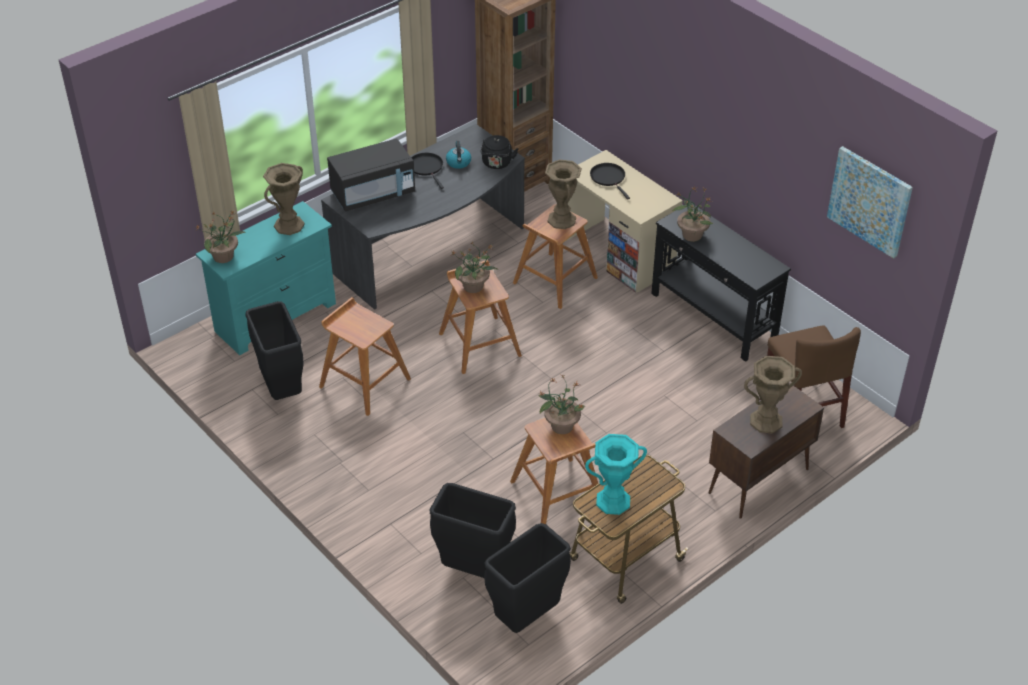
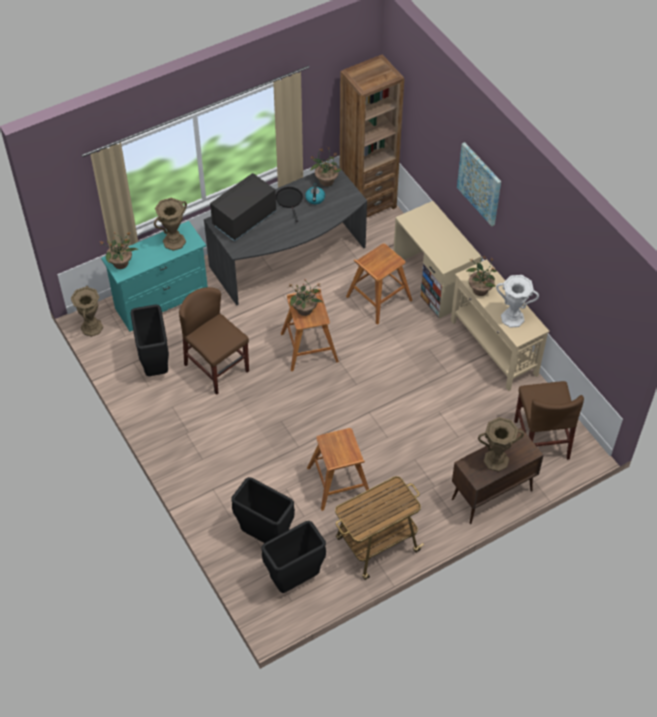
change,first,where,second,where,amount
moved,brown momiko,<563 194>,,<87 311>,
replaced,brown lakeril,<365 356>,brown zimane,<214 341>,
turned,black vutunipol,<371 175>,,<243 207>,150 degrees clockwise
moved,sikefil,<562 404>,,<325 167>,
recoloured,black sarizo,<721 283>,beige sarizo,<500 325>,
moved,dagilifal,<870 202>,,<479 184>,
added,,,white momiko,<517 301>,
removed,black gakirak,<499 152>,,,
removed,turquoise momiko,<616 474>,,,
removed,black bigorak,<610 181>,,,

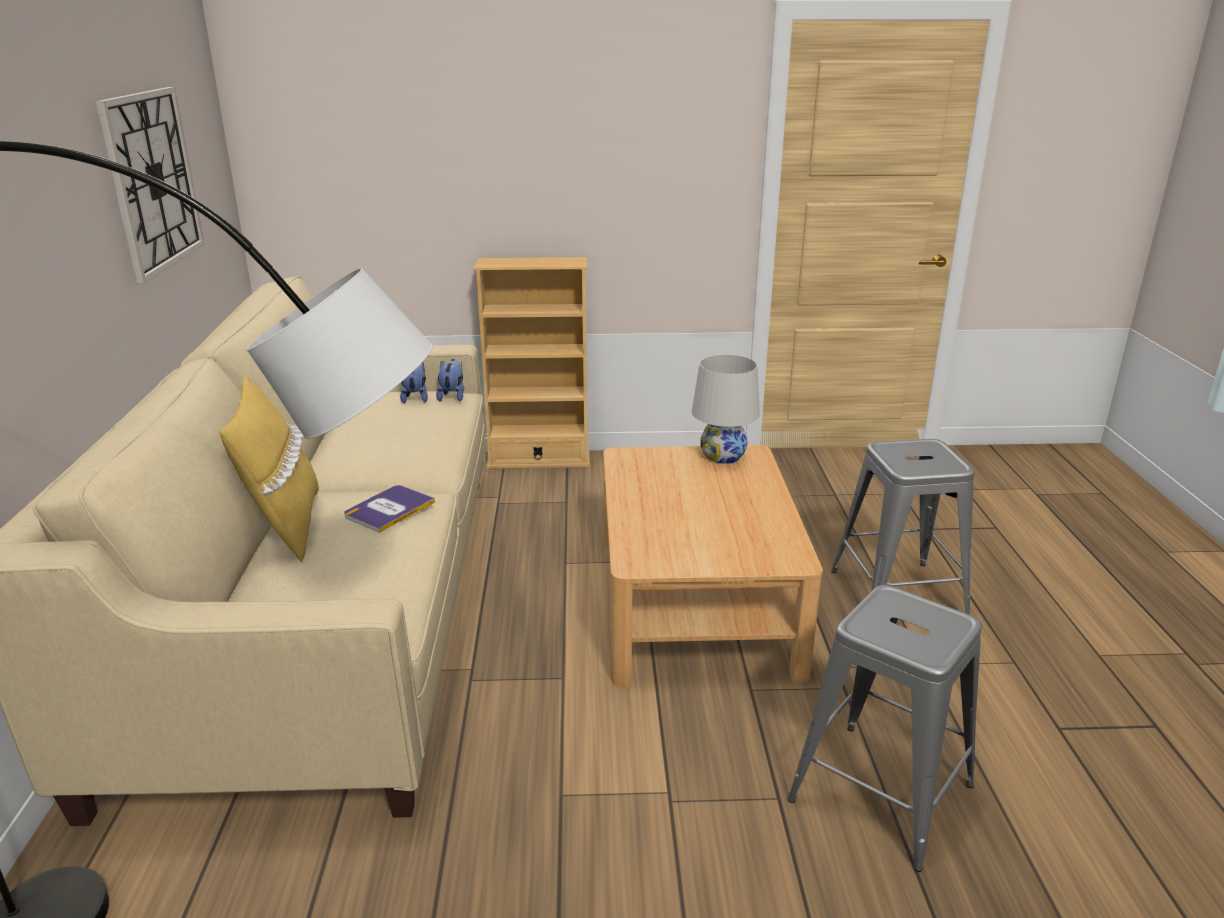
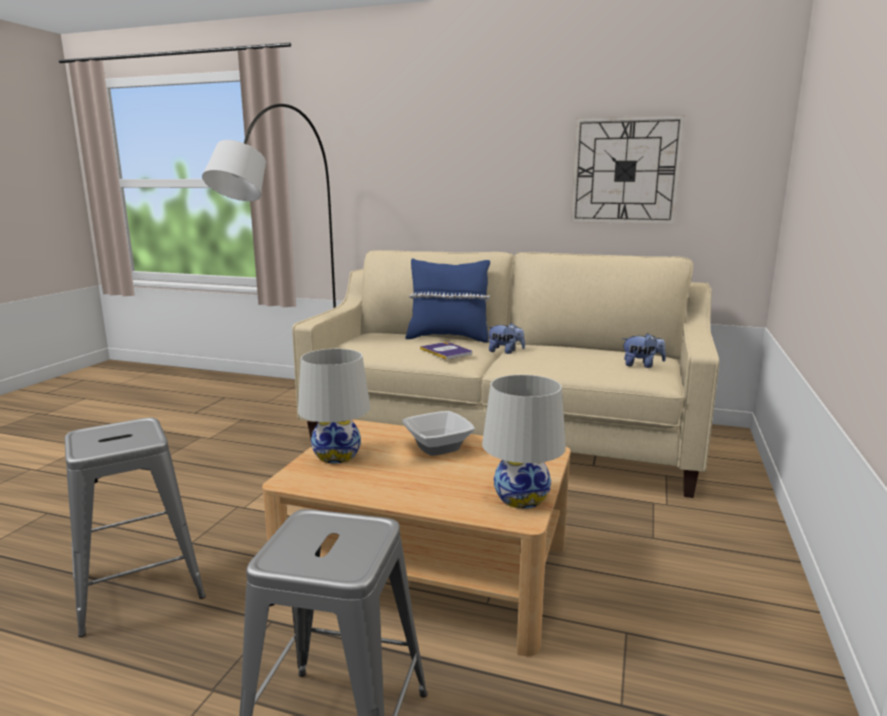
change,first,where,second,where,amount
added,,,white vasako,<334 406>,
added,,,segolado,<438 433>,
recoloured,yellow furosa,<269 468>,blue furosa,<448 300>,
moved,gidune,<450 380>,,<506 338>,
removed,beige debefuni,<532 363>,,,

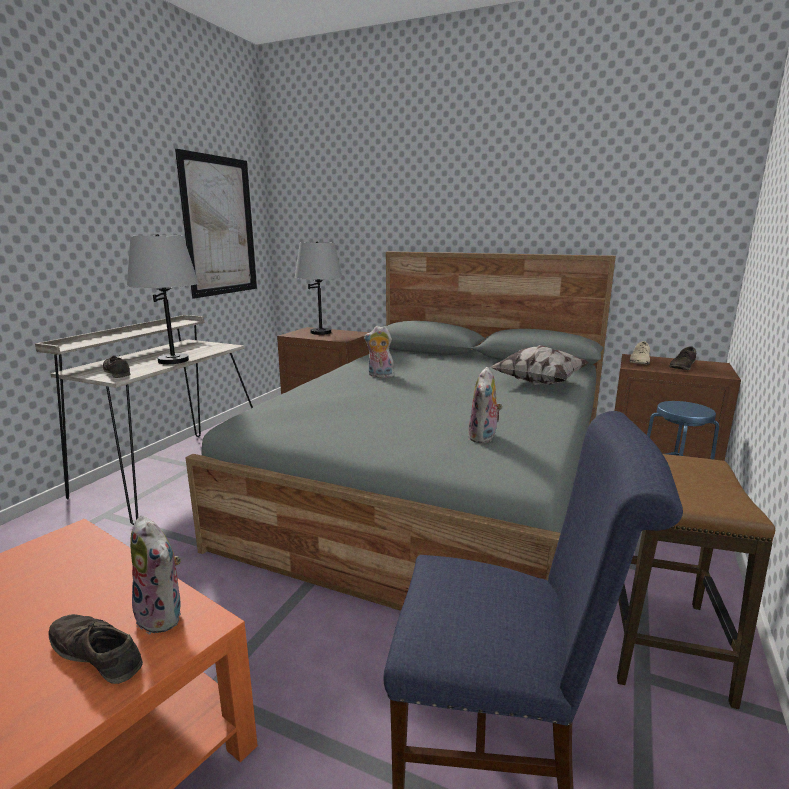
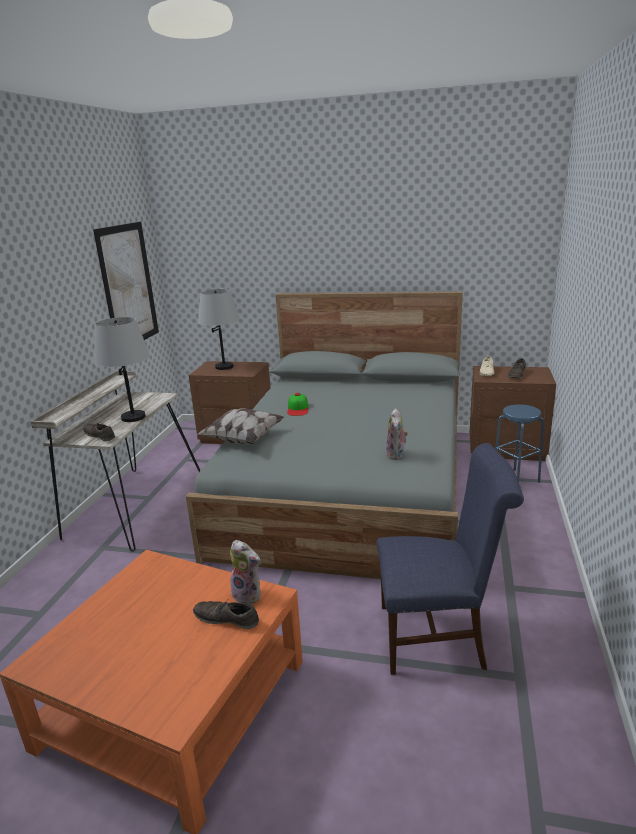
change,first,where,second,where,amount
moved,furosa,<539 365>,,<241 426>,
replaced,gidune,<379 352>,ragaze,<297 404>,
removed,lakeril,<696 581>,,,

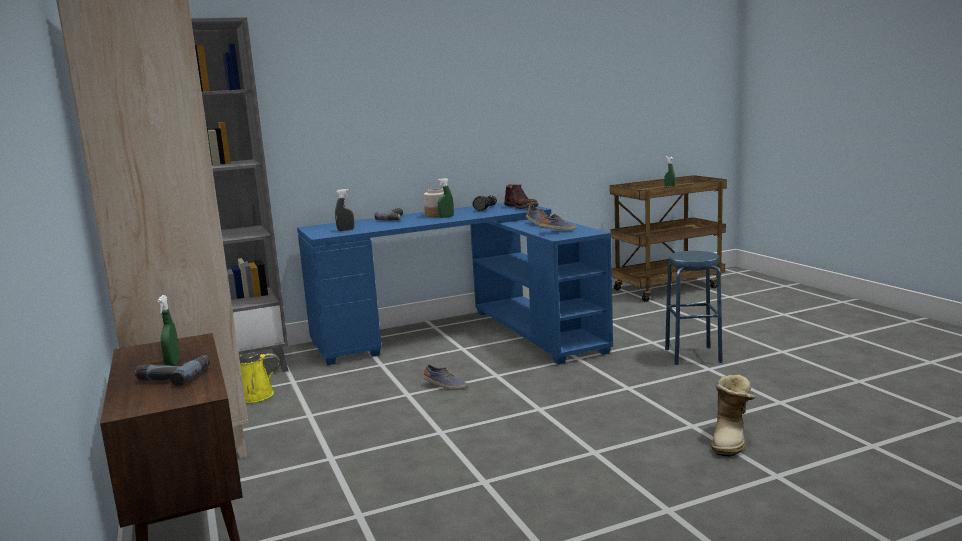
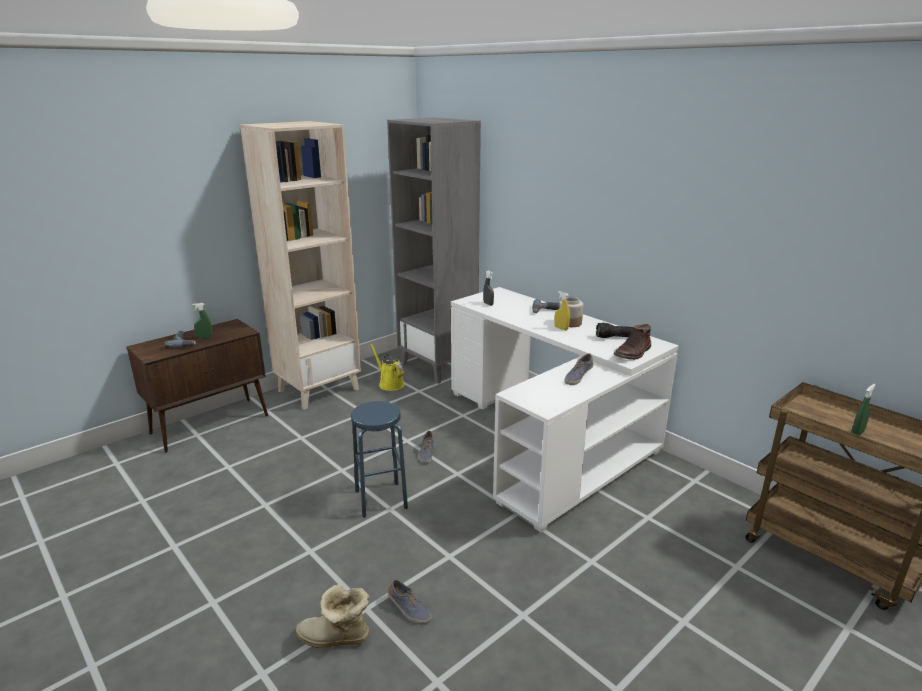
change,first,where,second,where,amount
moved,blue lakeril,<694 308>,,<379 459>,
moved,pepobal,<558 222>,,<410 602>,
recoloured,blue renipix,<455 283>,white renipix,<565 409>,
recoloured,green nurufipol,<446 198>,yellow nurufipol,<562 310>,

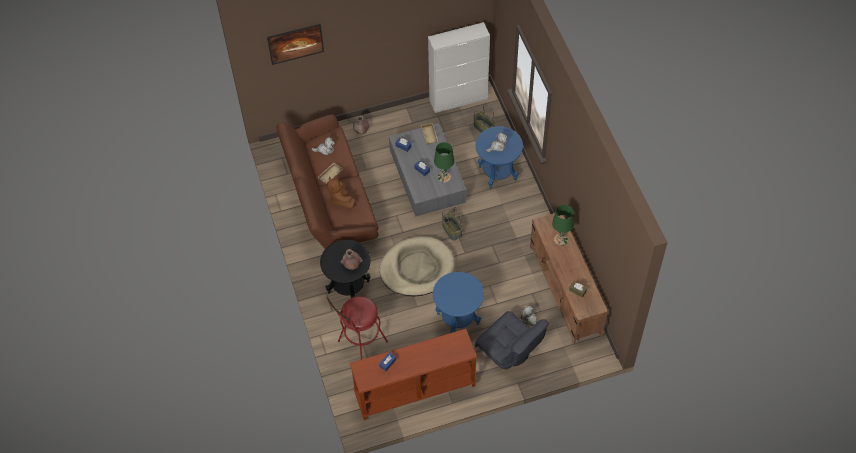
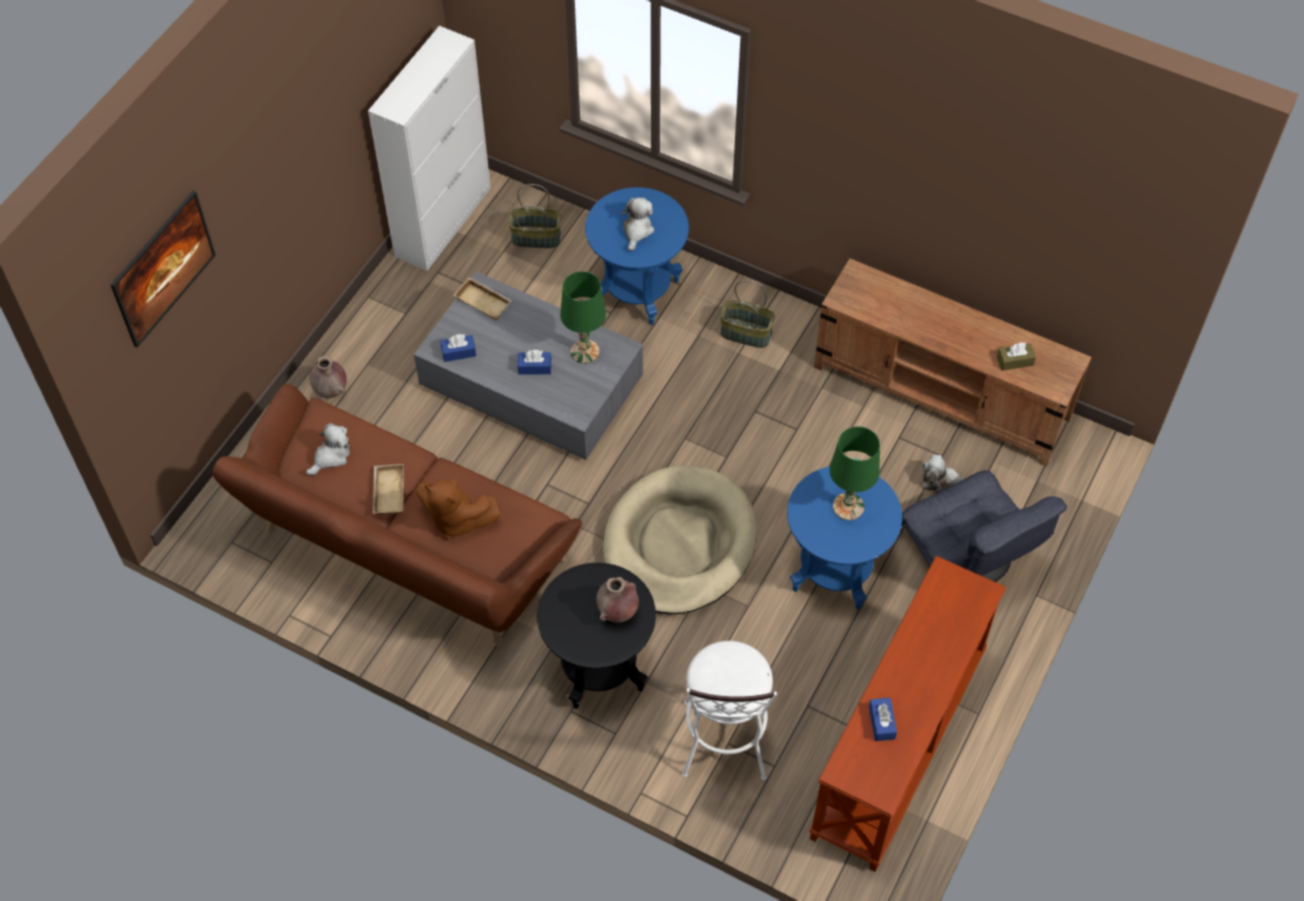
change,first,where,second,where,amount
recoloured,red lakeril,<357 328>,white lakeril,<729 710>,
moved,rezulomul,<452 224>,,<747 314>,
moved,green vasako,<563 225>,,<855 473>,
turned,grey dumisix,<512 340>,,<984 526>,60 degrees clockwise

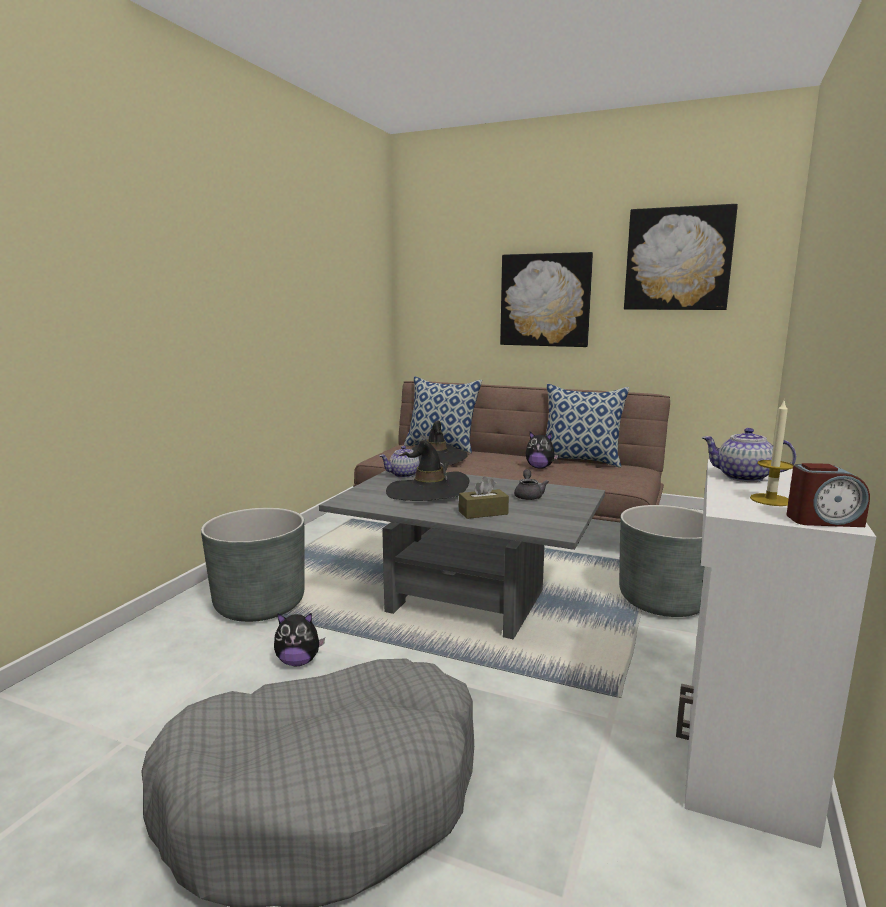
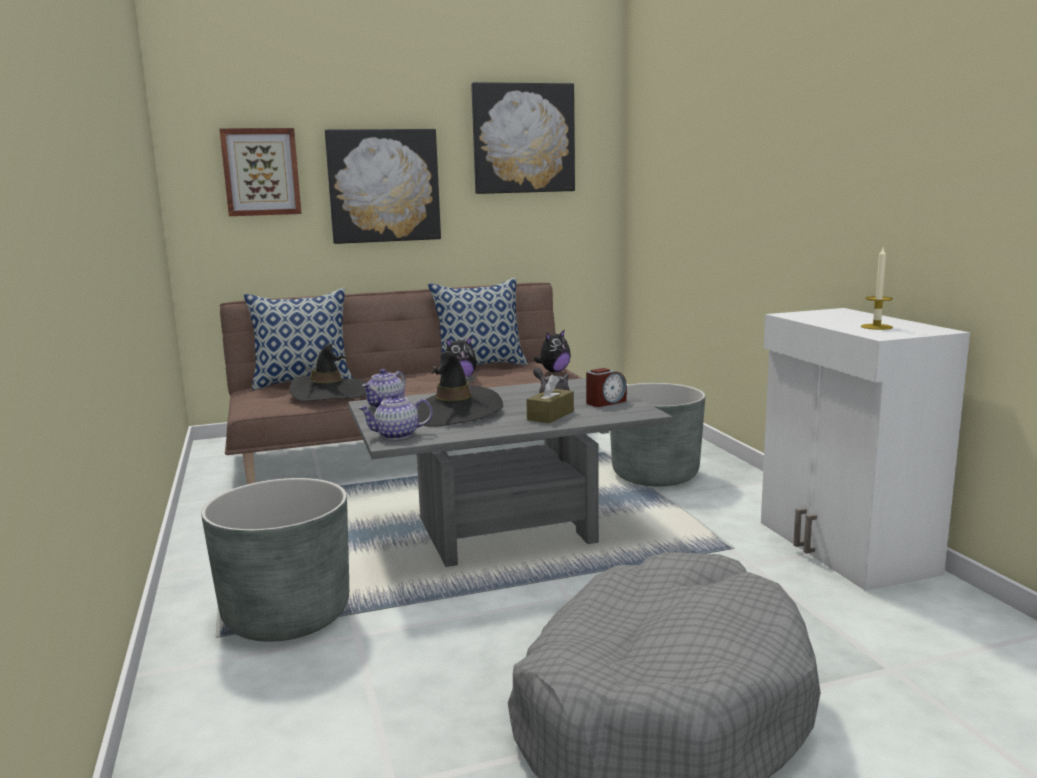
change,first,where,second,where,amount
added,,,dagilifal,<260 172>,
moved,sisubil,<749 455>,,<395 416>,
moved,gidune,<299 640>,,<552 350>,
moved,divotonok,<828 495>,,<606 387>,

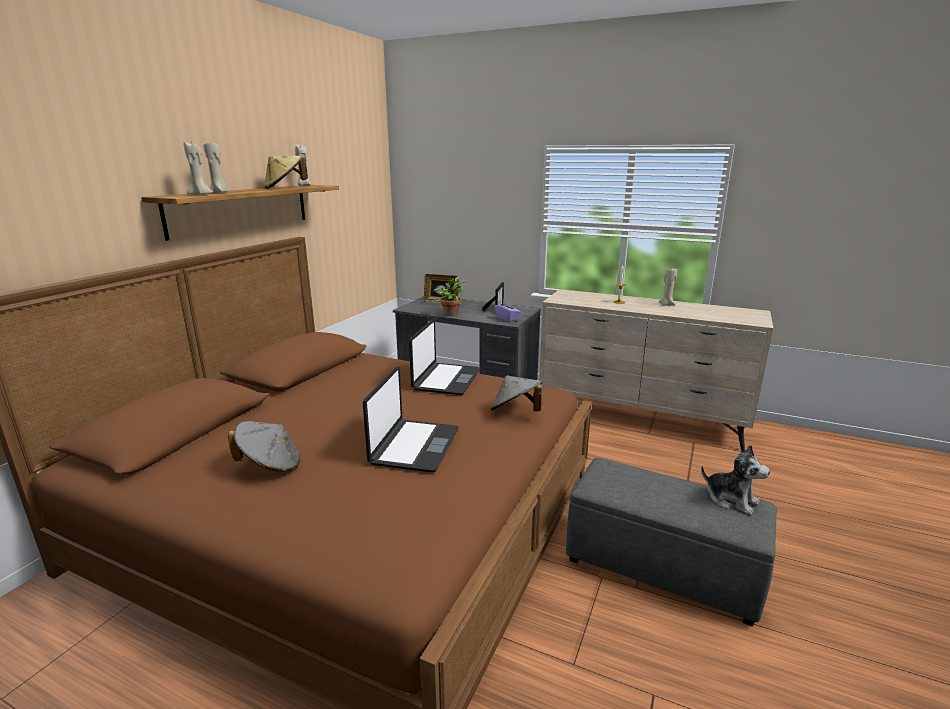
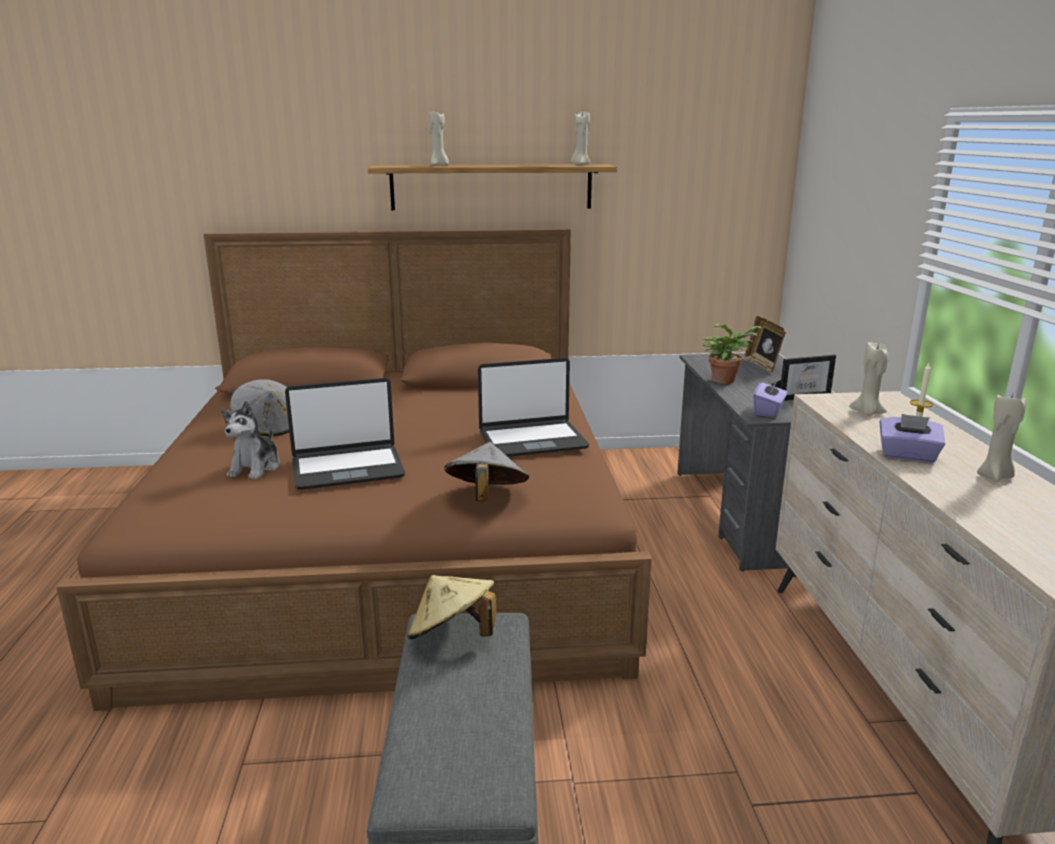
change,first,where,second,where,amount
moved,gidune,<735 480>,,<251 440>,
moved,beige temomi,<286 172>,,<451 607>,
moved,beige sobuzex,<198 167>,,<868 379>,
added,,,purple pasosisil,<912 438>,

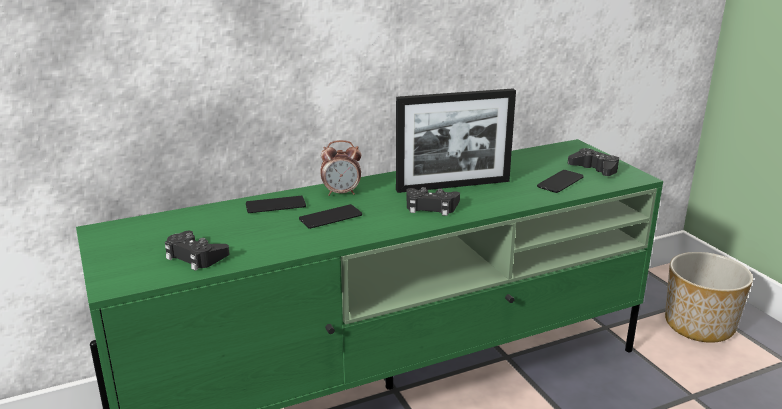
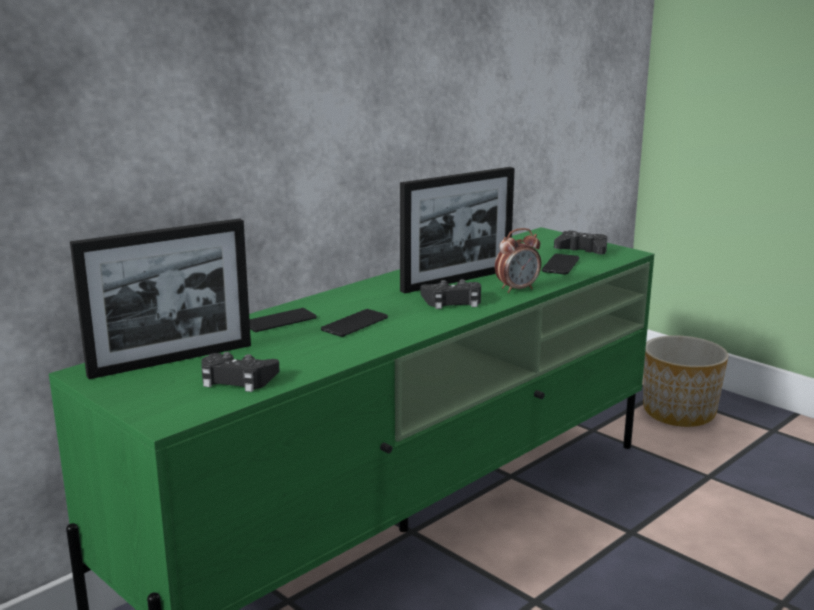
change,first,where,second,where,amount
added,,,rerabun,<160 298>,
moved,divotonok,<340 168>,,<518 260>,

